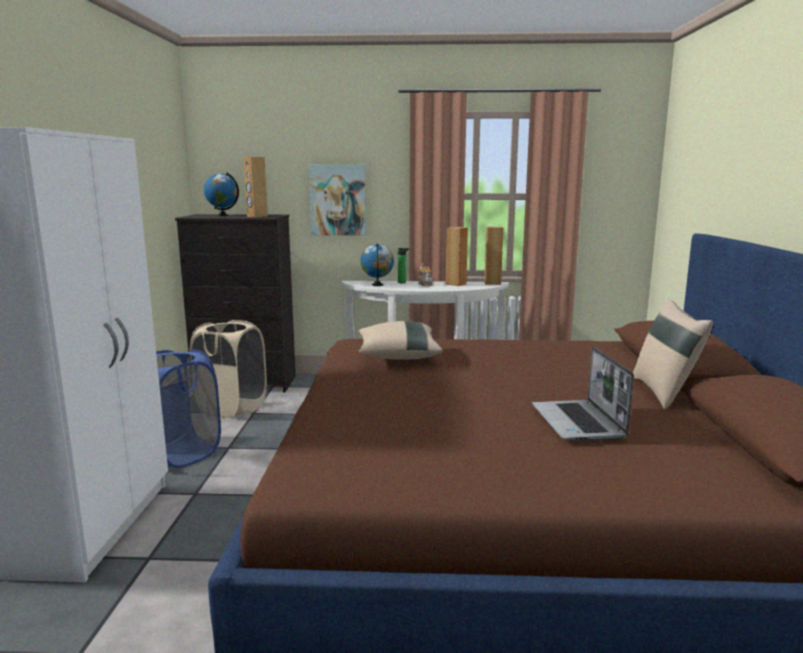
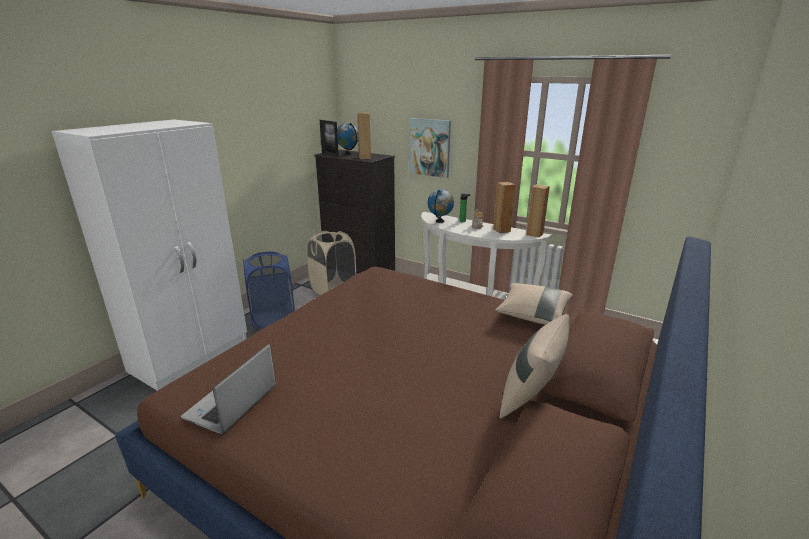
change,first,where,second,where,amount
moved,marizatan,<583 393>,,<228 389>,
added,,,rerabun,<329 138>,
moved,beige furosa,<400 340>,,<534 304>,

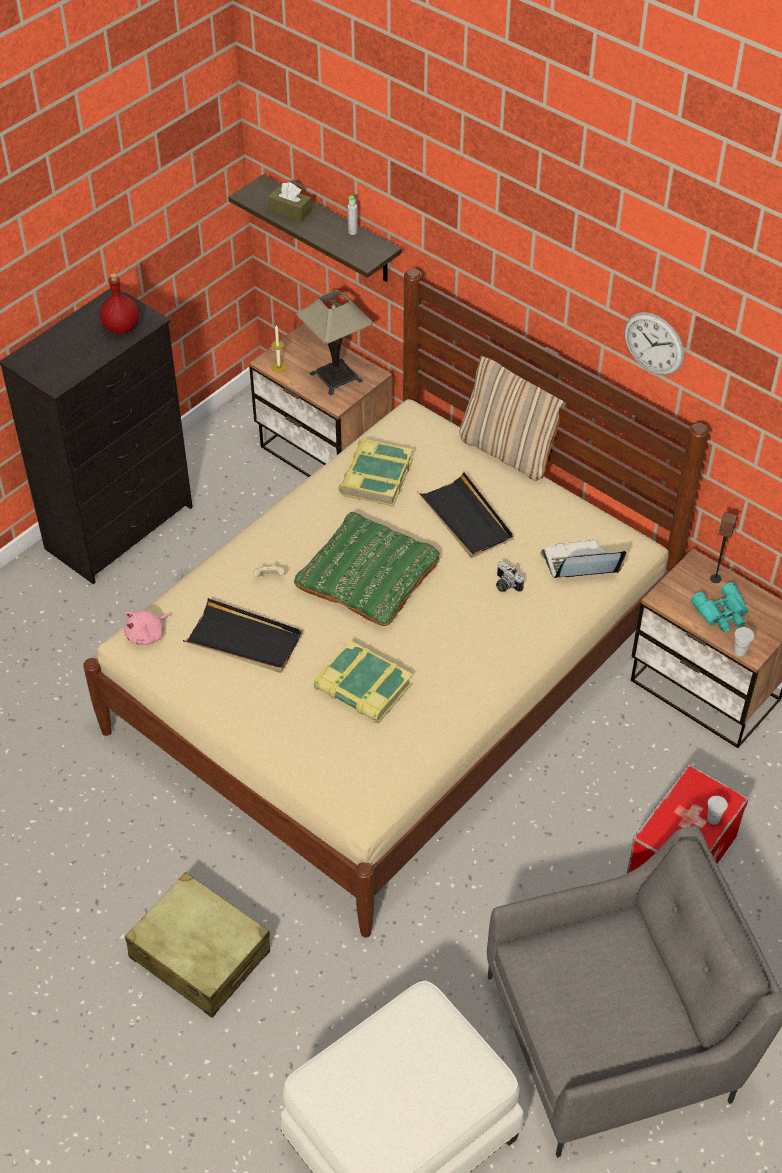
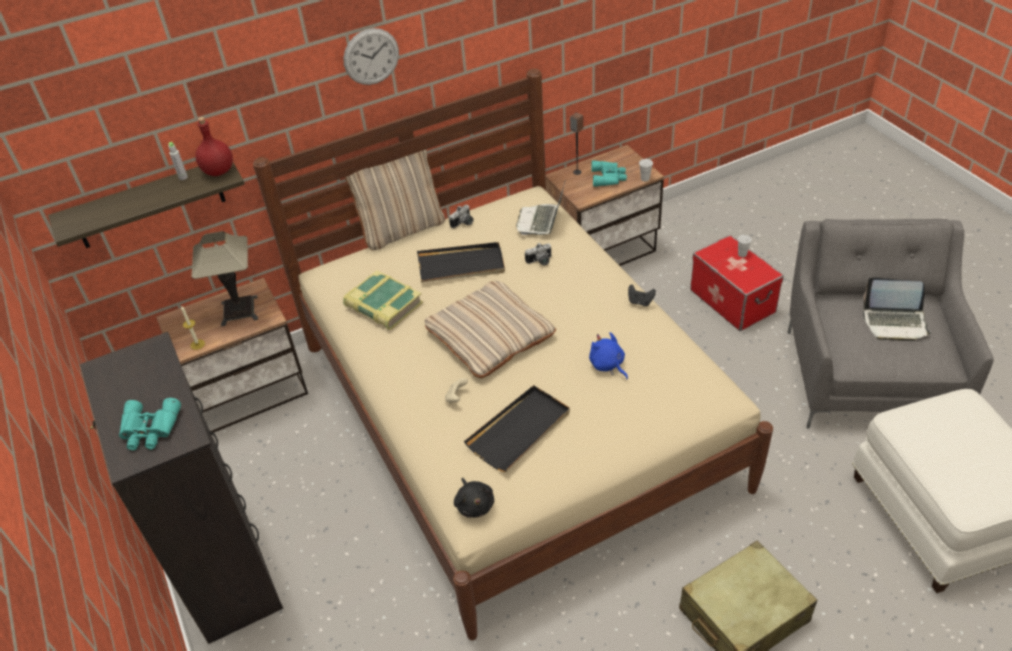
change,first,where,second,where,amount
added,,,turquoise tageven,<150 424>,
moved,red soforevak,<119 303>,,<214 146>,
moved,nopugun,<654 343>,,<371 56>,
recoloured,green furosa,<367 569>,beige furosa,<490 329>,
added,,,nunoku,<461 216>,
recoloured,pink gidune,<147 628>,black gidune,<474 498>,
replaced,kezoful,<363 681>,blue gidune,<608 355>,
added,,,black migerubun,<642 295>,
added,,,marizatan,<897 309>,
removed,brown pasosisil,<290 202>,,,

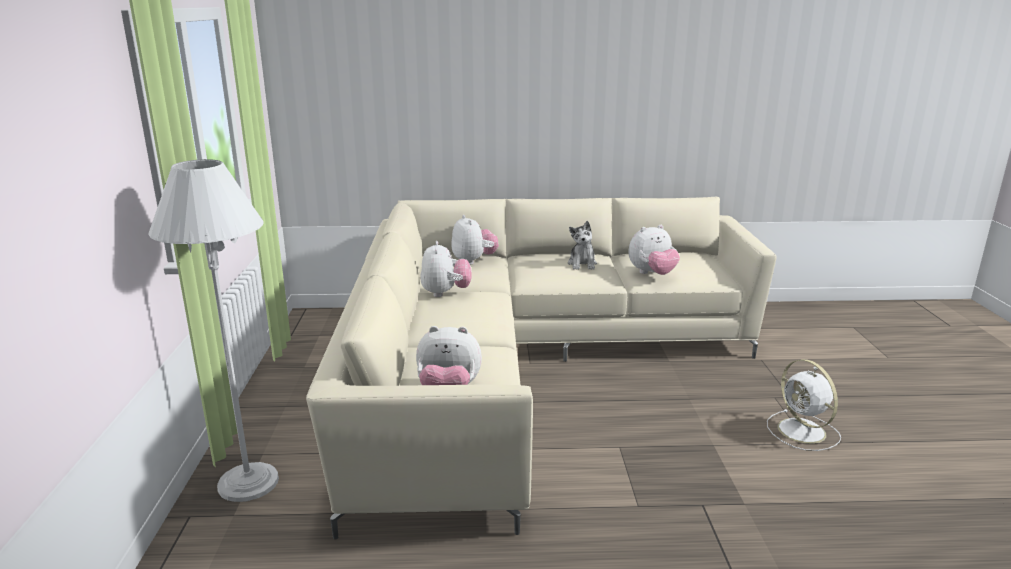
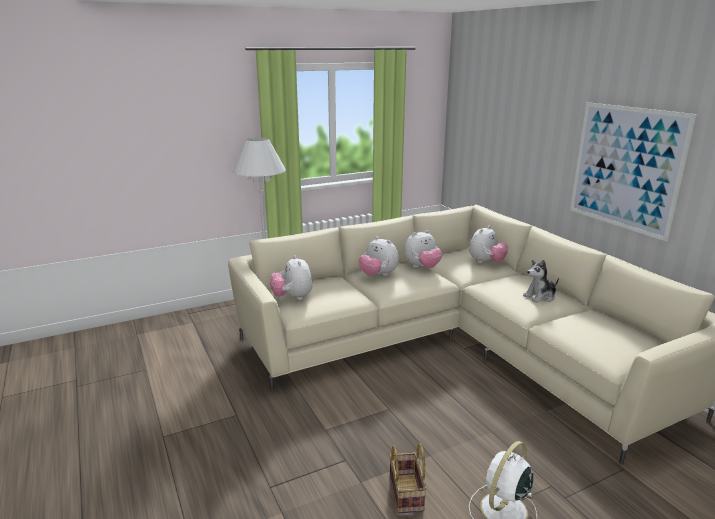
change,first,where,second,where,amount
moved,gidune,<654 250>,,<379 256>,
added,,,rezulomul,<408 478>,
added,,,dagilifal,<633 172>,

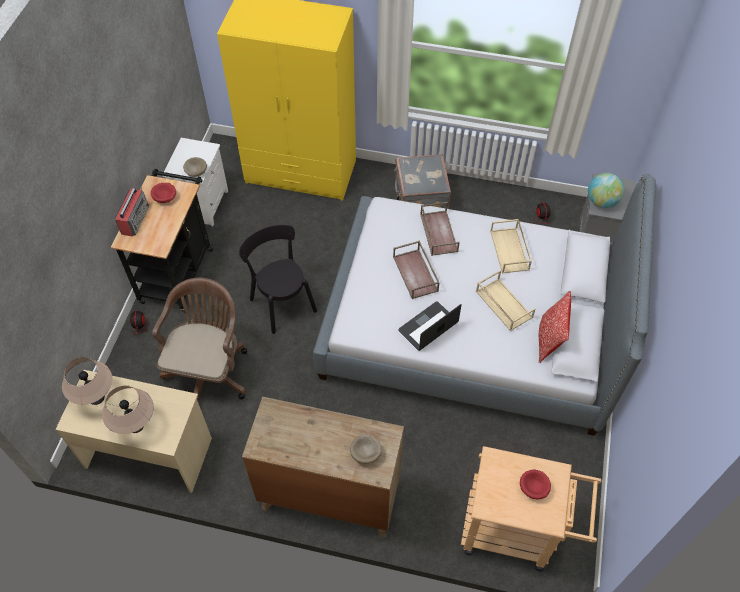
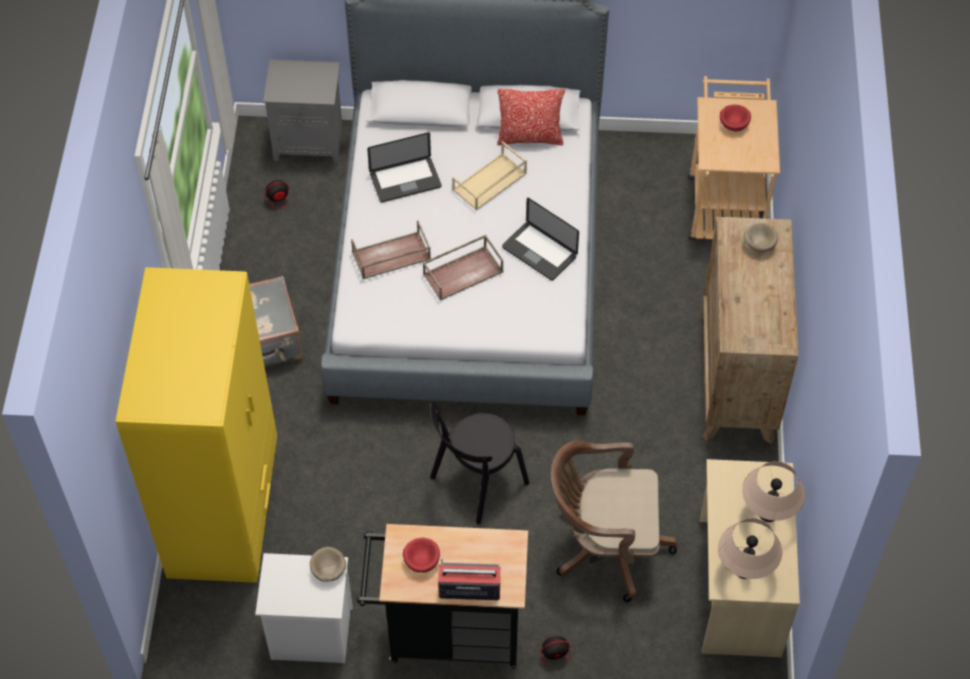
change,first,where,second,where,amount
replaced,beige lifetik,<511 246>,marizatan,<404 167>,
removed,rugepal,<606 190>,,,

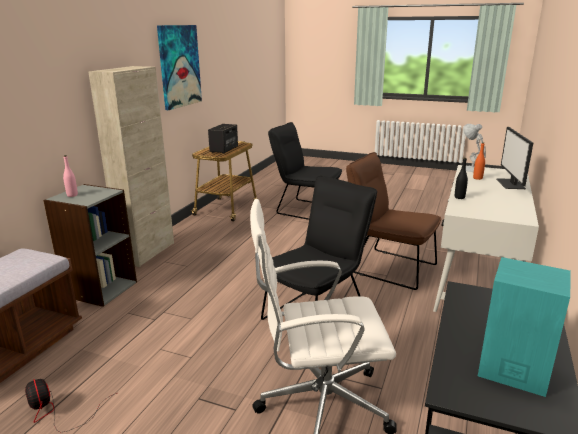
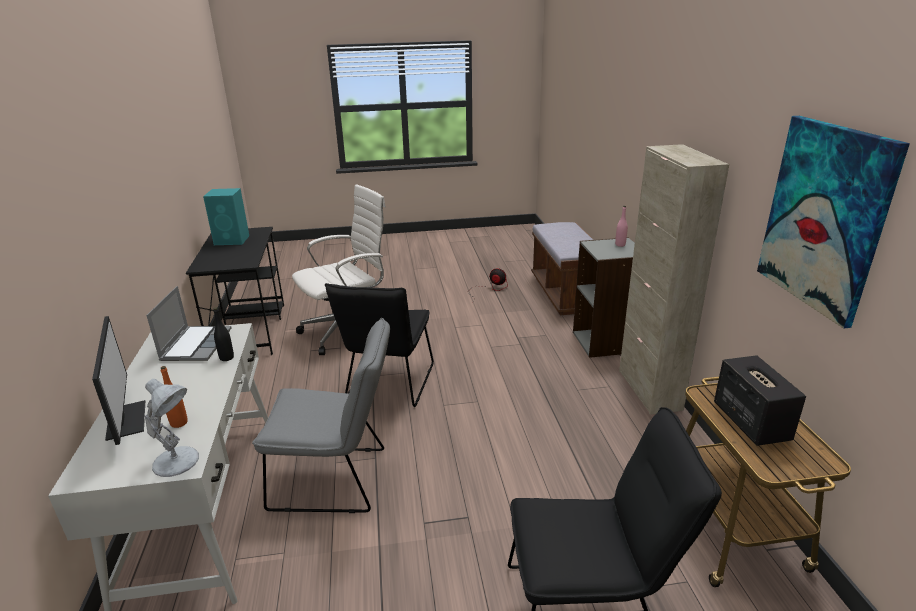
change,first,where,second,where,amount
added,,,marizatan,<189 323>,
recoloured,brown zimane,<393 221>,grey zimane,<321 415>,

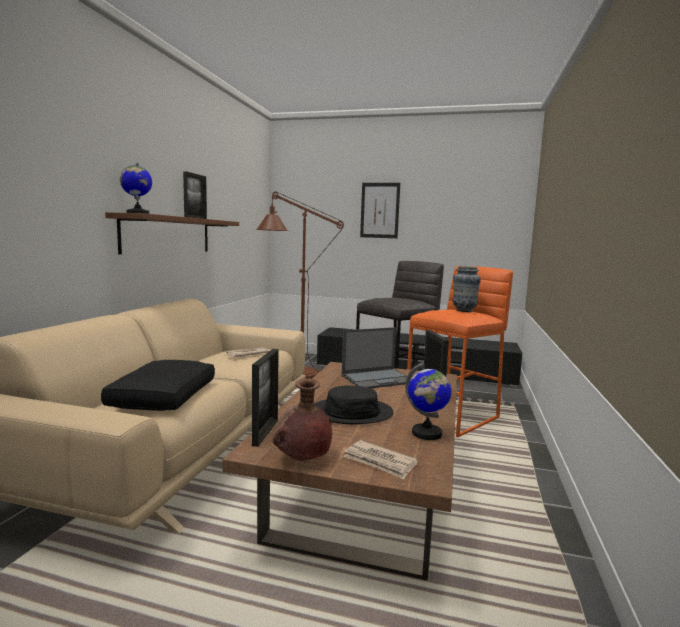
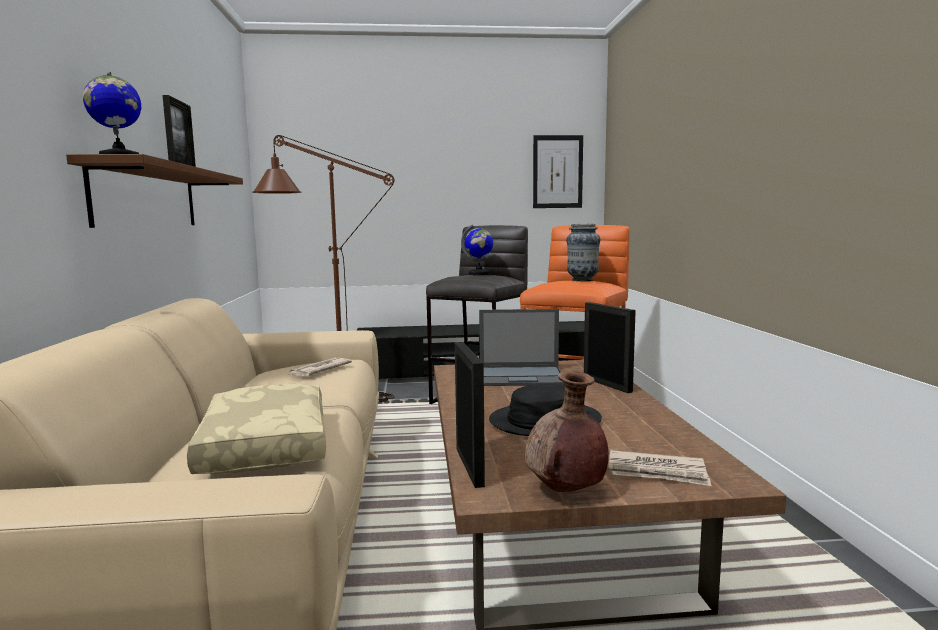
change,first,where,second,where,amount
recoloured,black furosa,<158 385>,beige furosa,<256 428>,
moved,rugepal,<428 401>,,<477 250>,
turned,marizatan,<376 357>,,<521 347>,45 degrees clockwise
moved,dagilifal,<380 210>,,<558 171>,

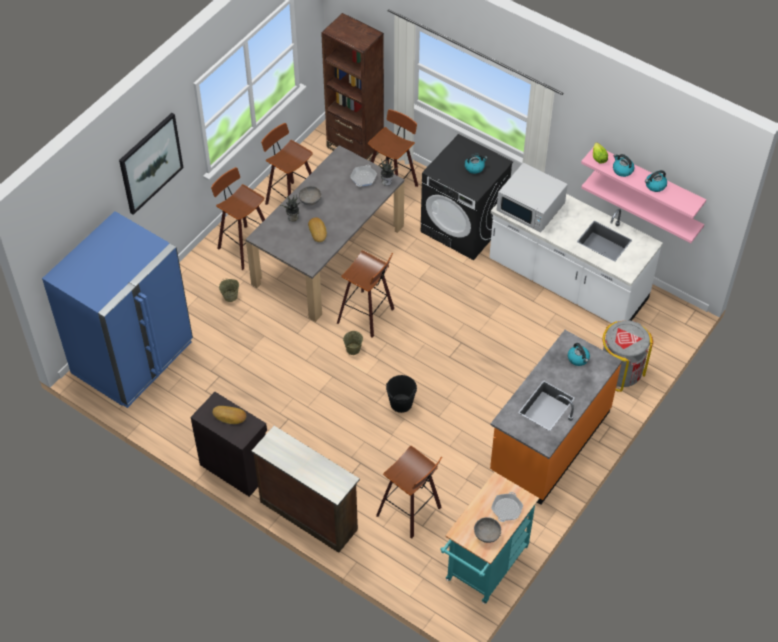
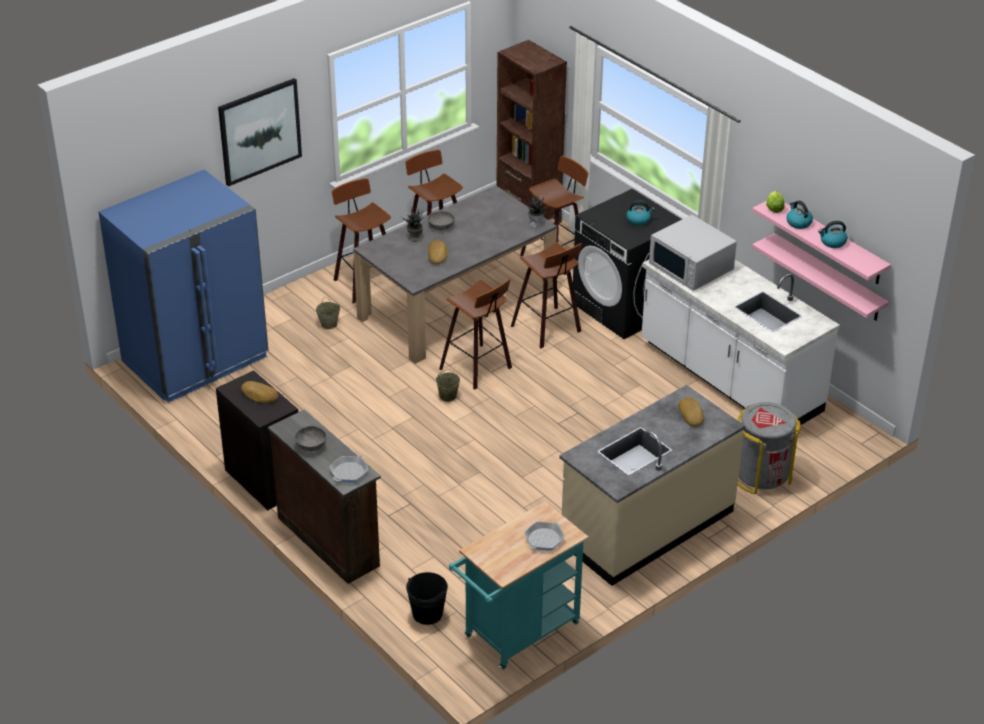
change,first,where,second,where,amount
moved,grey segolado,<487 530>,,<311 438>,
moved,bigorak,<363 176>,,<349 469>,
moved,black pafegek,<401 394>,,<427 598>,
moved,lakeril,<409 492>,,<546 296>,
recoloured,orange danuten,<556 417>,beige danuten,<652 485>,
replaced,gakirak,<579 354>,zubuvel,<691 412>,

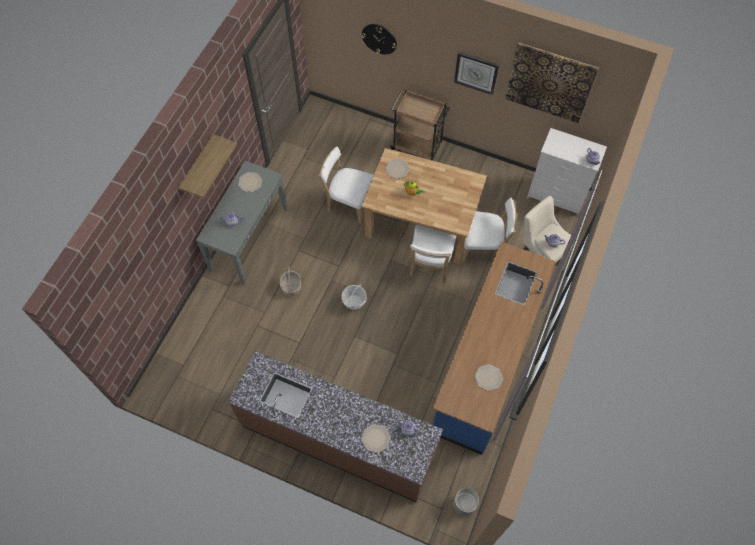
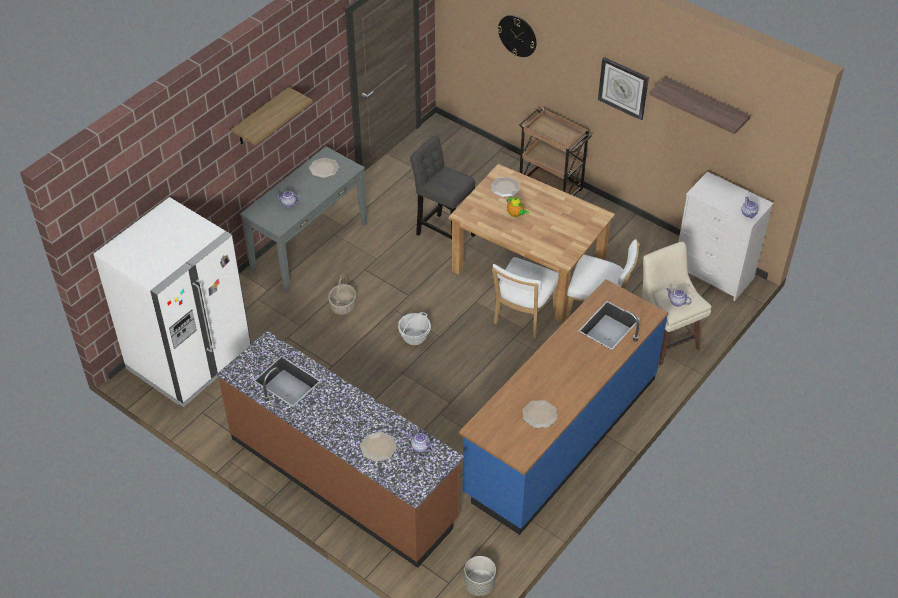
change,first,where,second,where,amount
added,,,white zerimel,<172 302>,
replaced,white zimane,<346 185>,grey lakeril,<442 187>,
replaced,dagilifal,<552 82>,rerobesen,<700 105>,

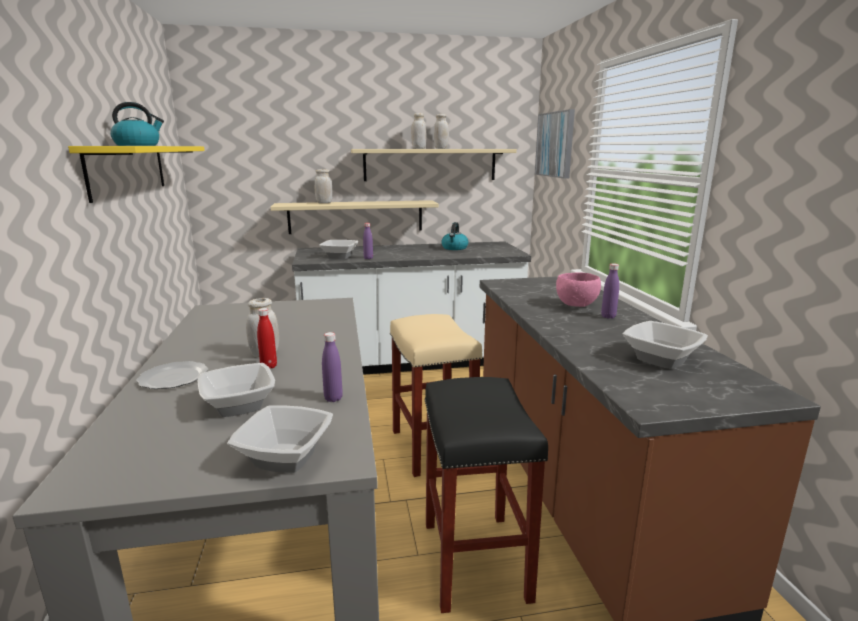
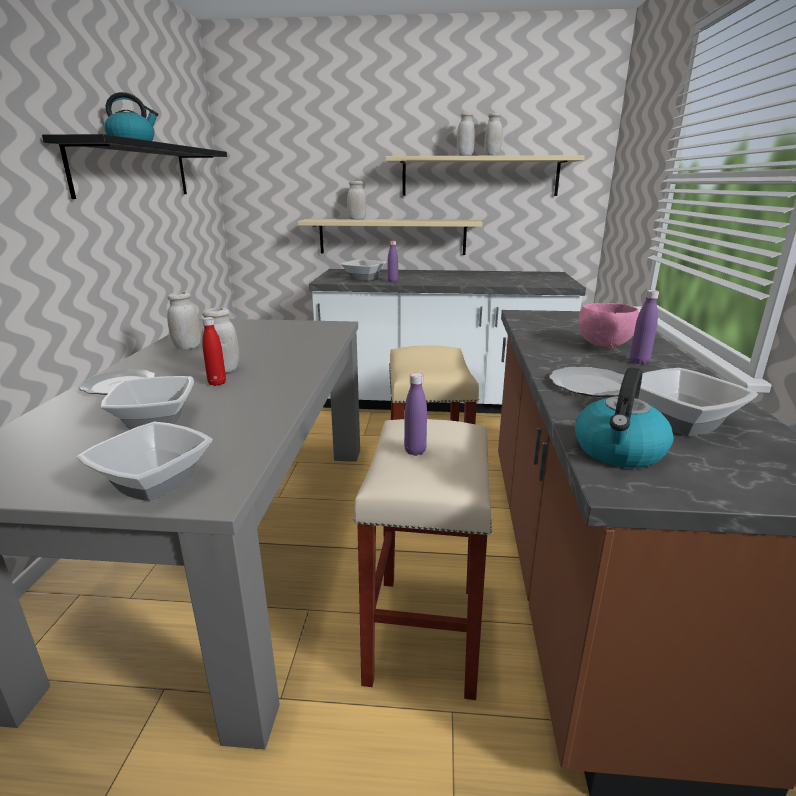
change,first,where,second,where,amount
recoloured,yellow rerobesen,<136 174>,black rerobesen,<134 166>,
added,,,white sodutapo,<184 320>,
recoloured,black lakeril,<486 495>,beige lakeril,<422 559>,
moved,purple soforevak,<332 367>,,<415 414>,
added,,,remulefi,<586 382>,
moved,gakirak,<454 236>,,<624 417>,
removed,dagilifal,<555 144>,,,

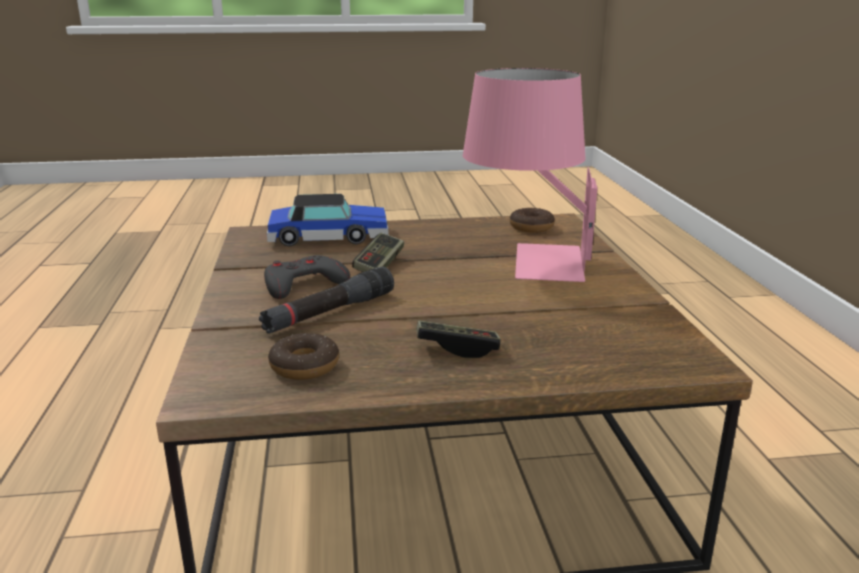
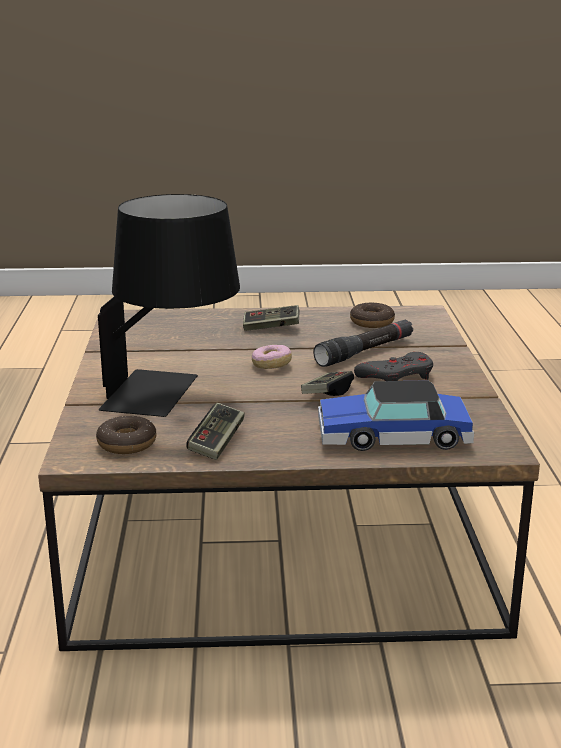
change,first,where,second,where,amount
recoloured,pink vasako,<530 175>,black vasako,<169 305>,
added,,,migerubun,<215 431>,
added,,,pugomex,<272 357>,

